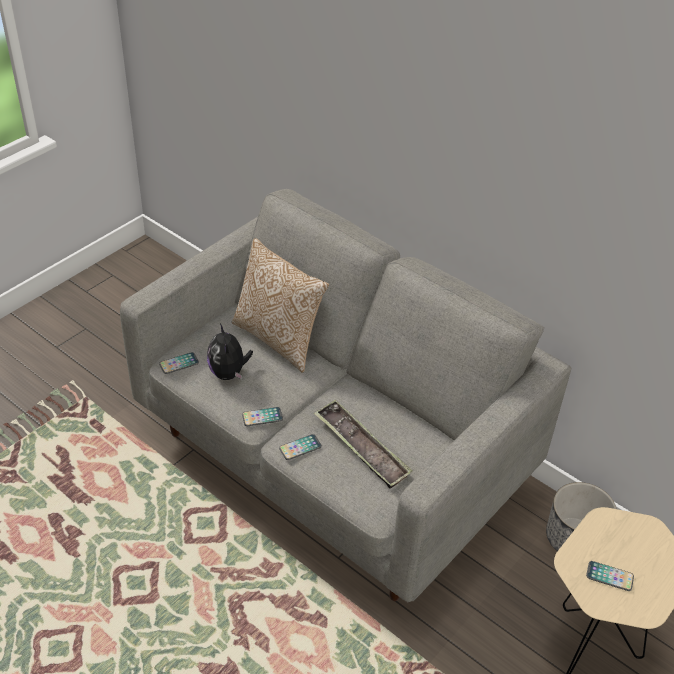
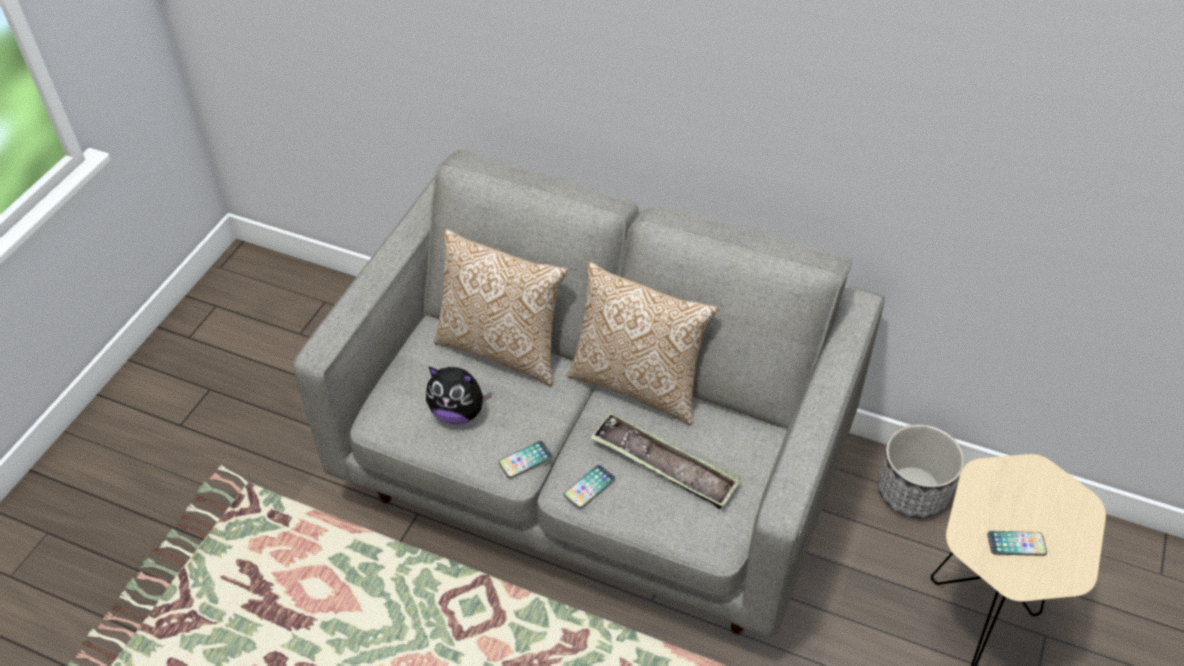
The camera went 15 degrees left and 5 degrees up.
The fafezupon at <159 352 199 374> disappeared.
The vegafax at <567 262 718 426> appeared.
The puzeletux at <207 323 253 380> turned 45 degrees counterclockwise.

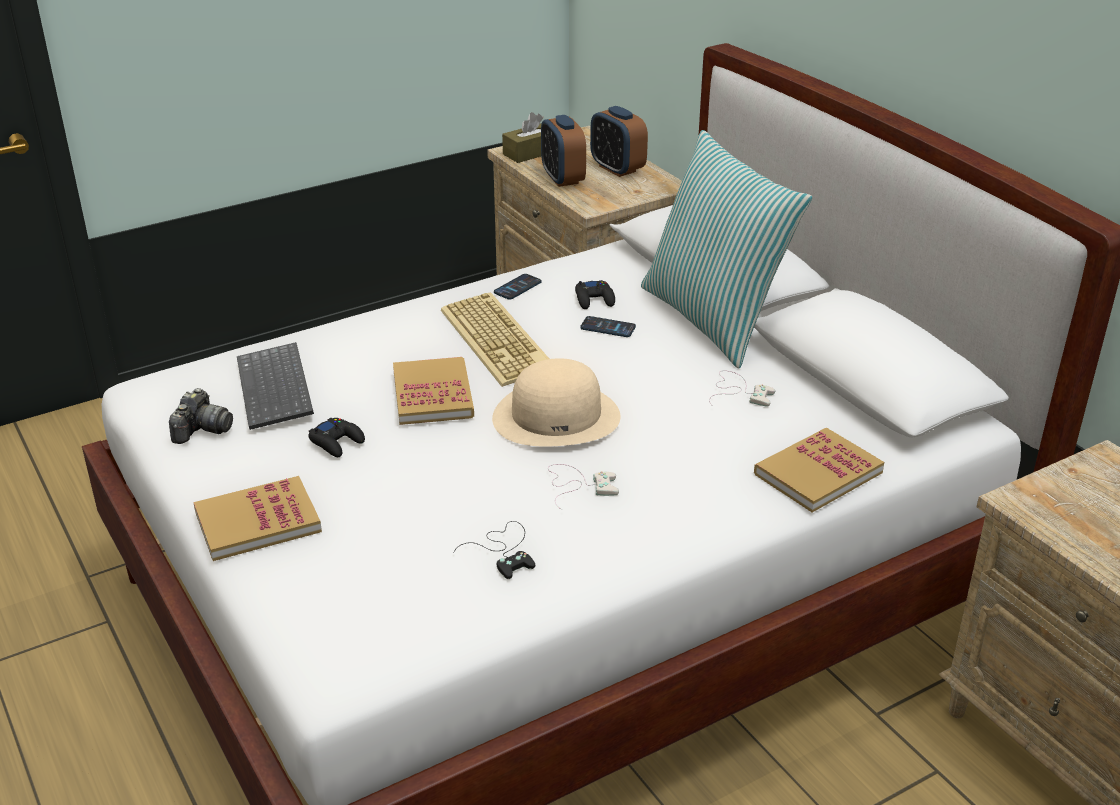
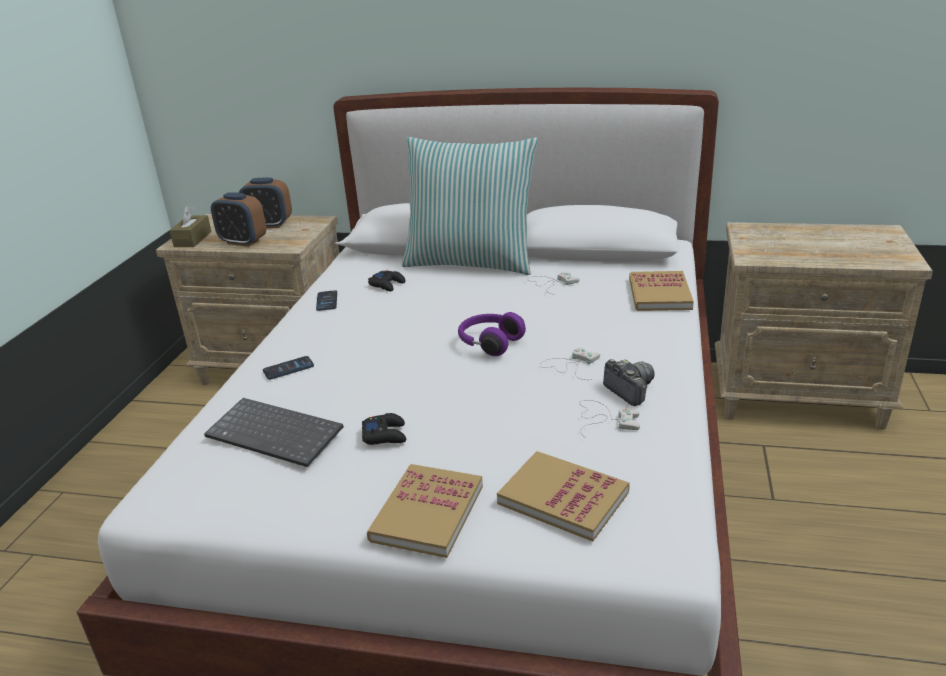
The camera went 45 degrees left and 5 degrees down.
The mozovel at <441 292 549 387> disappeared.
The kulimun moved from <169 388 233 444> to <603 359 655 406>.
The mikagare moved from <393 357 474 425> to <497 451 630 541>.
The fafezupon moved from <580 316 636 337> to <263 356 314 380>.
The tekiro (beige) at <492 358 621 447> was replaced by the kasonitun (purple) at <458 312 526 356>.
The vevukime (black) at <453 521 535 579> became the vevukime (white) at <581 400 640 438>.

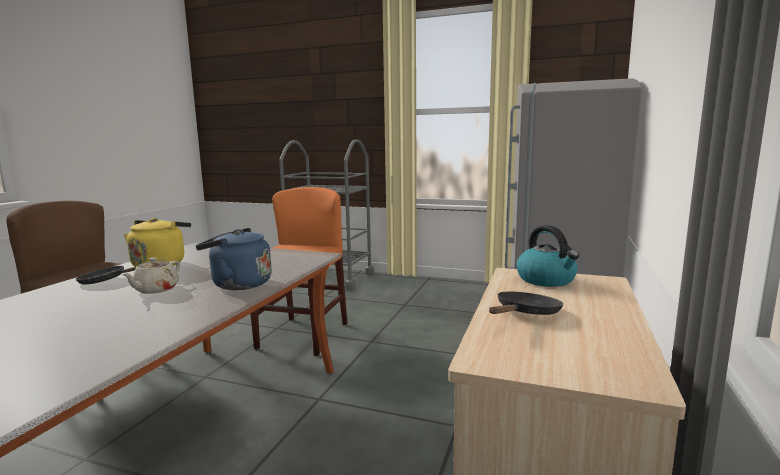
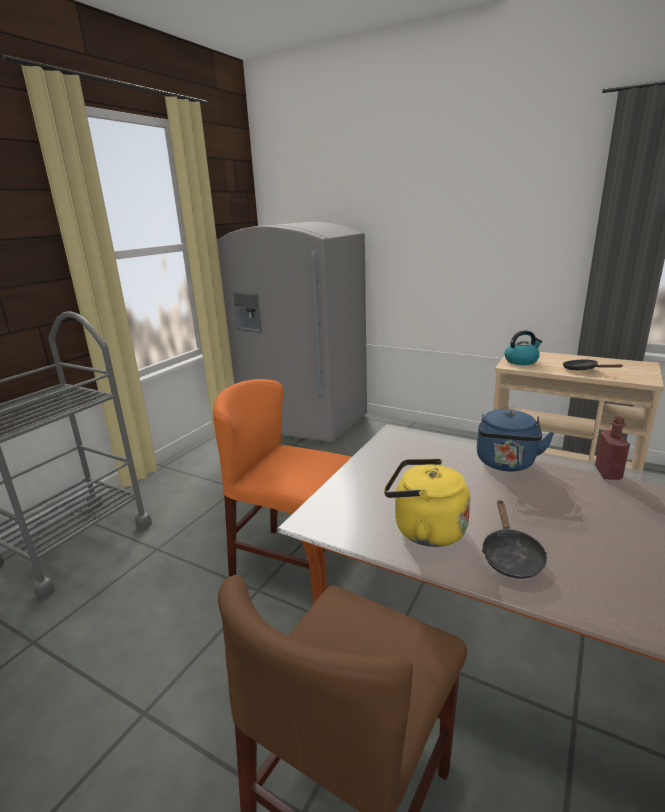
The camera went 80 degrees left and 10 degrees up.
The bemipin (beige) at <122 257 180 294> disappeared.
The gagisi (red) at <595 416 630 480> appeared.

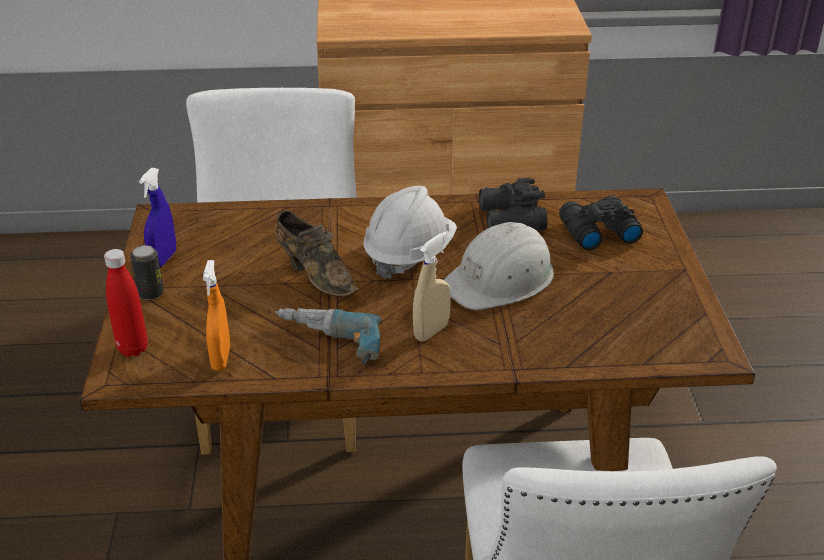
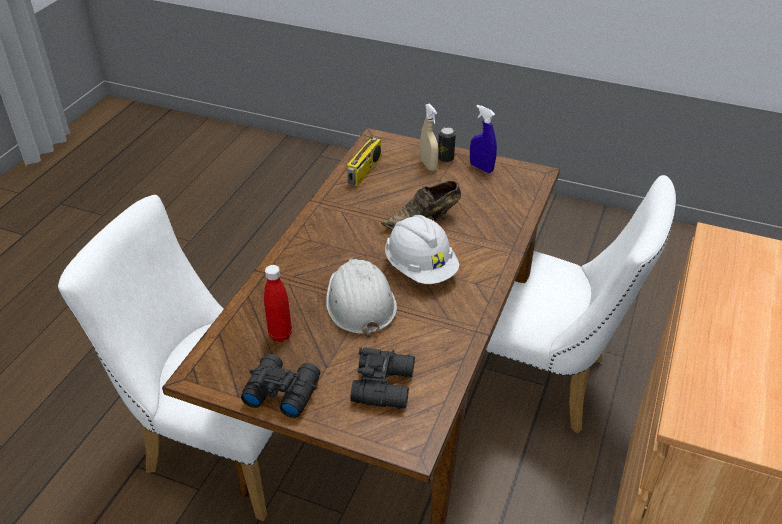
The camera went 115 degrees right and 5 degrees up.
The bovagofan at <275 308 381 365> disappeared.
The gagisi (red) moved from <104 249 148 357> to <264 265 292 342>.
The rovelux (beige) moved from <413 232 451 342> to <420 103 439 171>.
The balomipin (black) moved from <479 178 547 231> to <241 354 320 418>.
The rovelux (orange) at <203 260 230 371> was replaced by the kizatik at <347 130 381 186>.

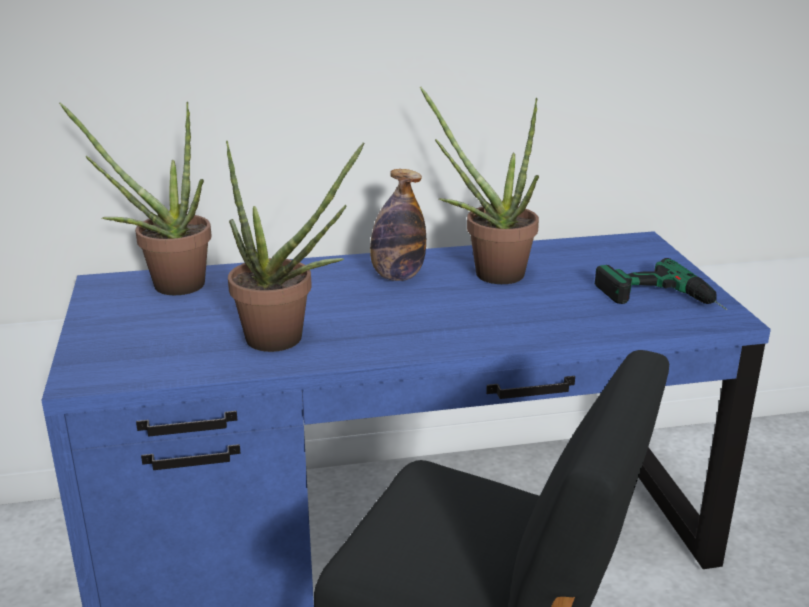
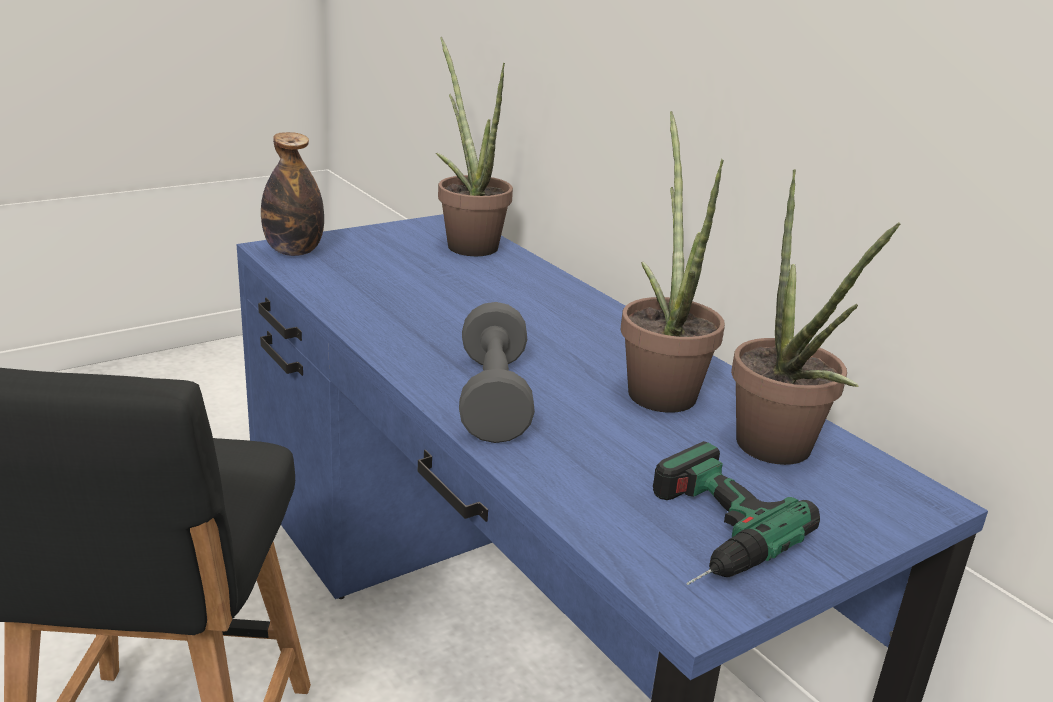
The camera went 65 degrees right and 0 degrees up.
The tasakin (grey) at <459 302 535 443> appeared.
The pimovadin moved from <226 141 364 352> to <731 169 900 465>.
The gagisi moved from <370 169 426 281> to <261 132 324 256>.

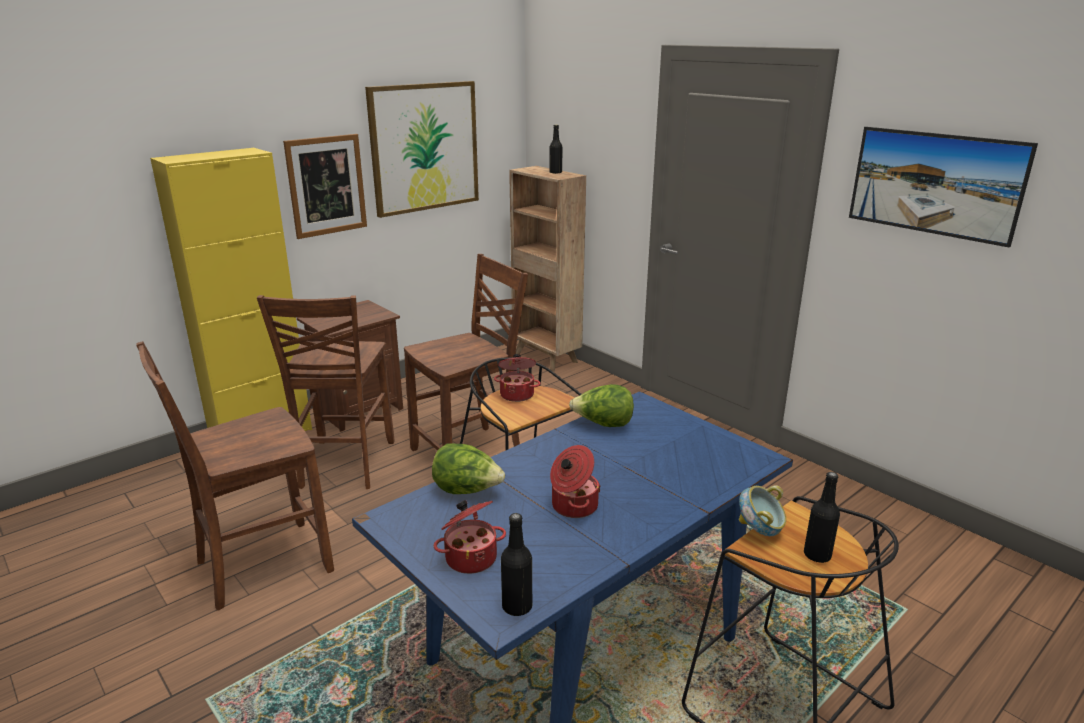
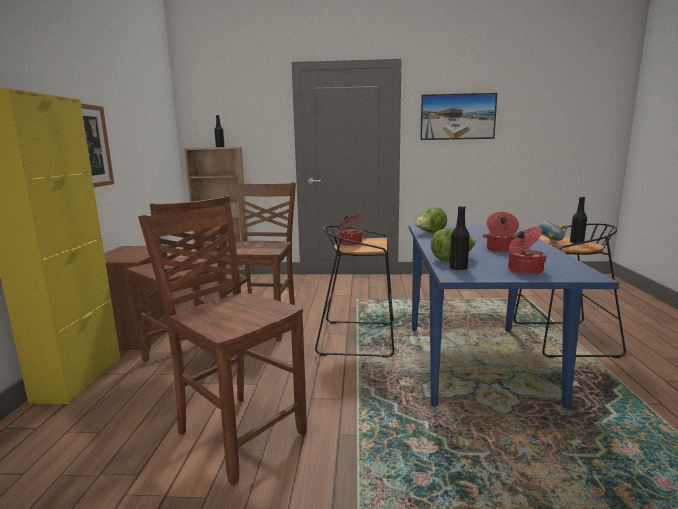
The camera went 45 degrees left and 10 degrees down.
The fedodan at <365 81 479 218> disappeared.
The gagisi (black) moved from <501 513 532 616> to <450 206 470 271>.
The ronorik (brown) at <136 341 334 611> turned 120 degrees clockwise.

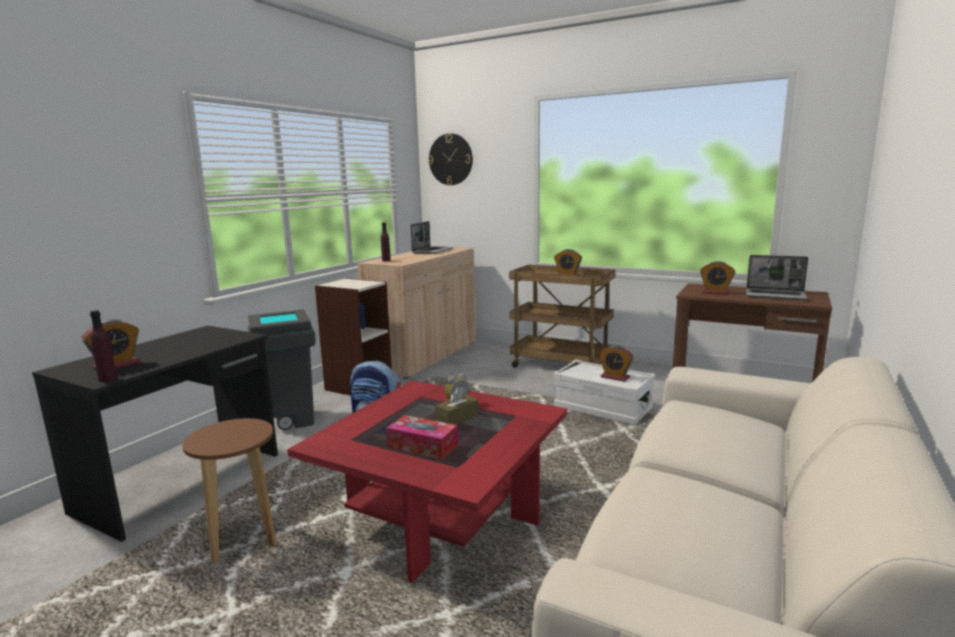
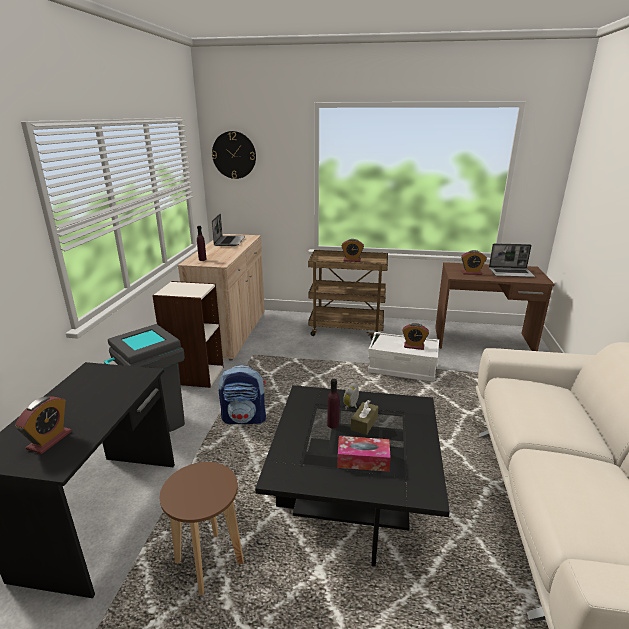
The camera went 20 degrees left and 10 degrees up.
The gagisi (purple) moved from <90 310 117 382> to <327 379 340 429>.
The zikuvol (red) at <287 380 567 583> became the zikuvol (black) at <255 385 450 567>.

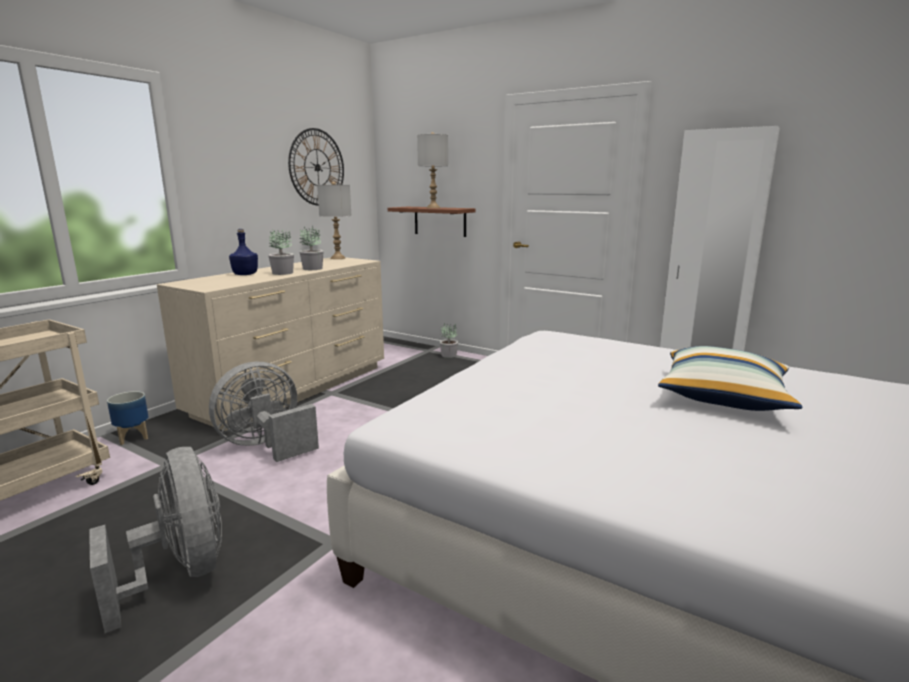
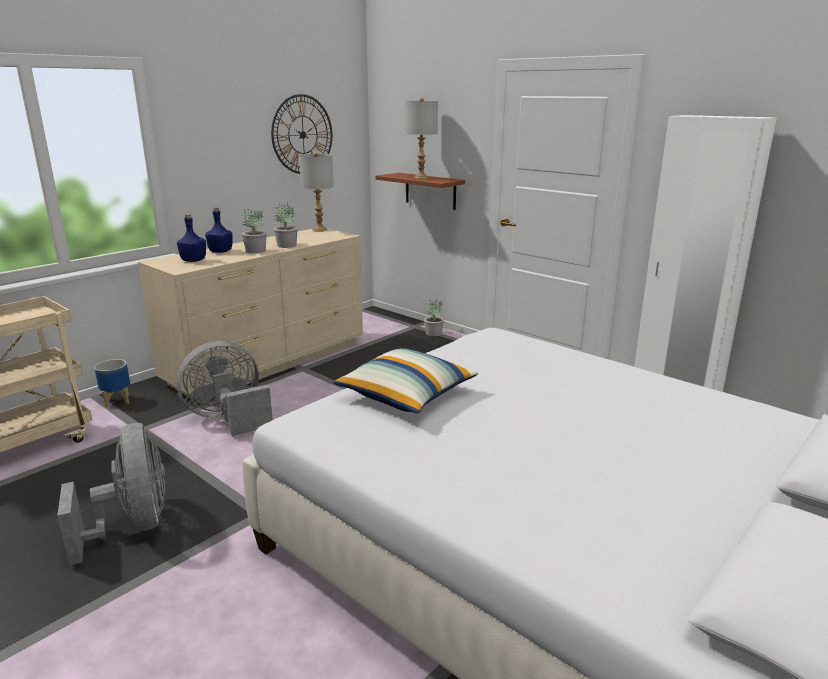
The camera went 10 degrees right and 5 degrees up.
The gagisi (blue) at <177 214 206 262> appeared.
The vegafax moved from <658 346 802 411> to <333 348 478 413>.

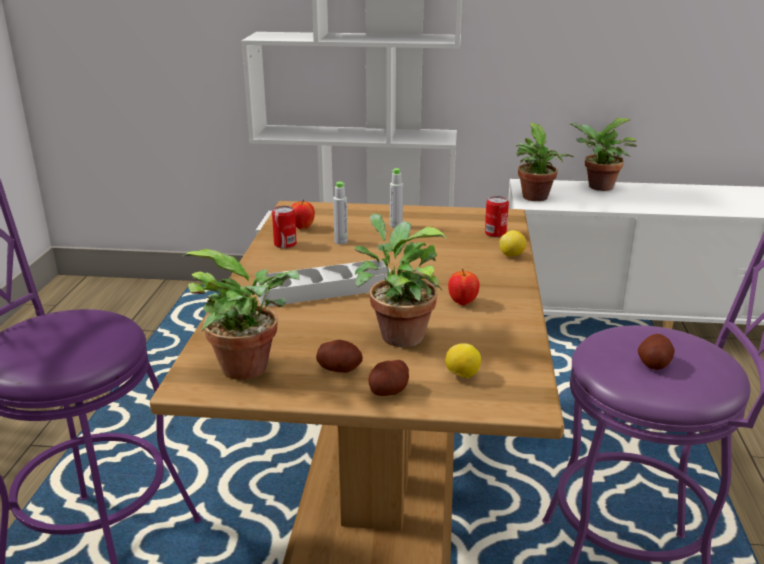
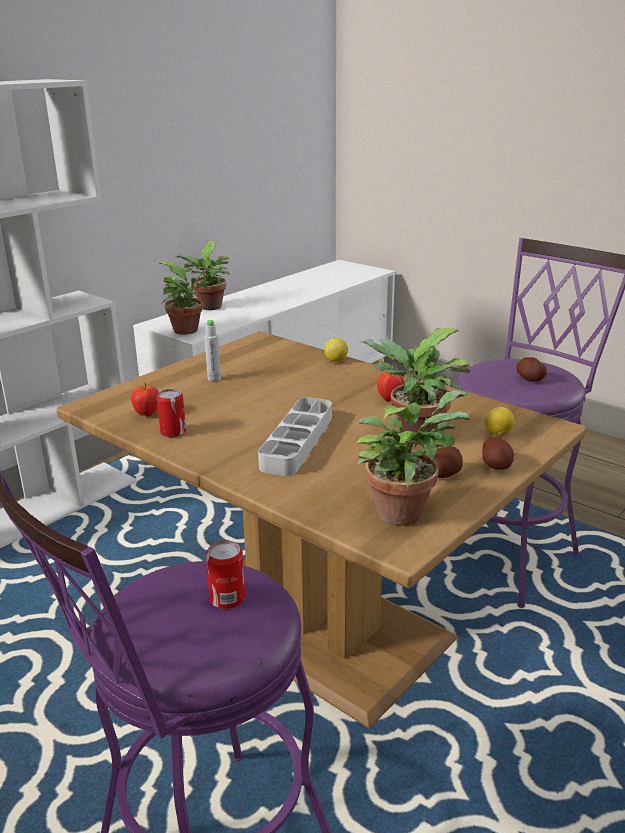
The camera went 55 degrees left and 0 degrees up.
The gagisi (grey) at <333 182 348 244> disappeared.
The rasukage moved from <485 196 509 238> to <206 540 245 609>.

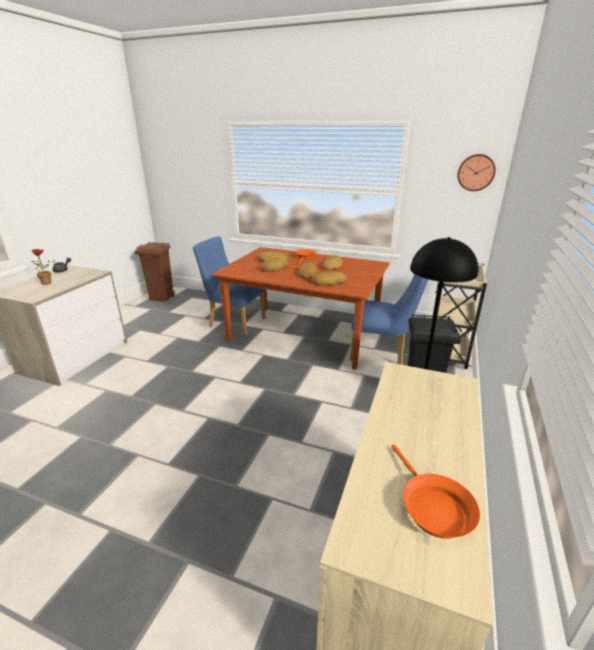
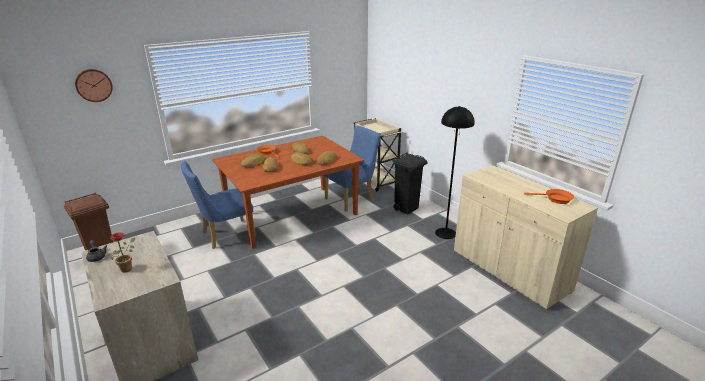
The camera went 55 degrees left and 0 degrees up.
The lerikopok moved from <458 154 496 191> to <75 69 113 102>.

